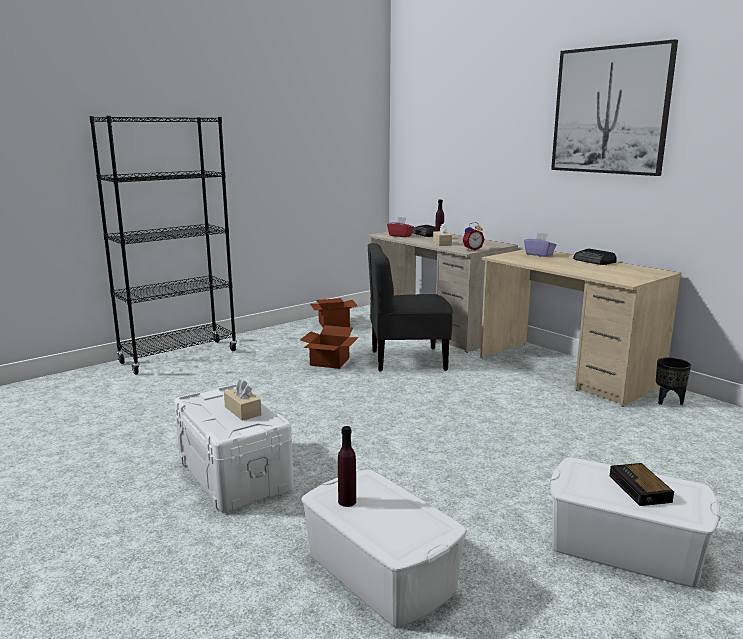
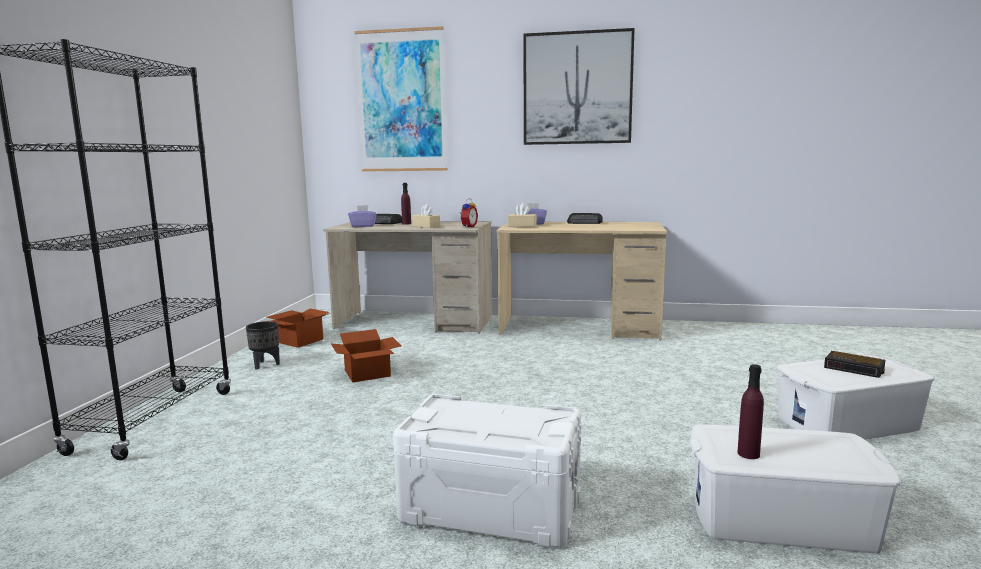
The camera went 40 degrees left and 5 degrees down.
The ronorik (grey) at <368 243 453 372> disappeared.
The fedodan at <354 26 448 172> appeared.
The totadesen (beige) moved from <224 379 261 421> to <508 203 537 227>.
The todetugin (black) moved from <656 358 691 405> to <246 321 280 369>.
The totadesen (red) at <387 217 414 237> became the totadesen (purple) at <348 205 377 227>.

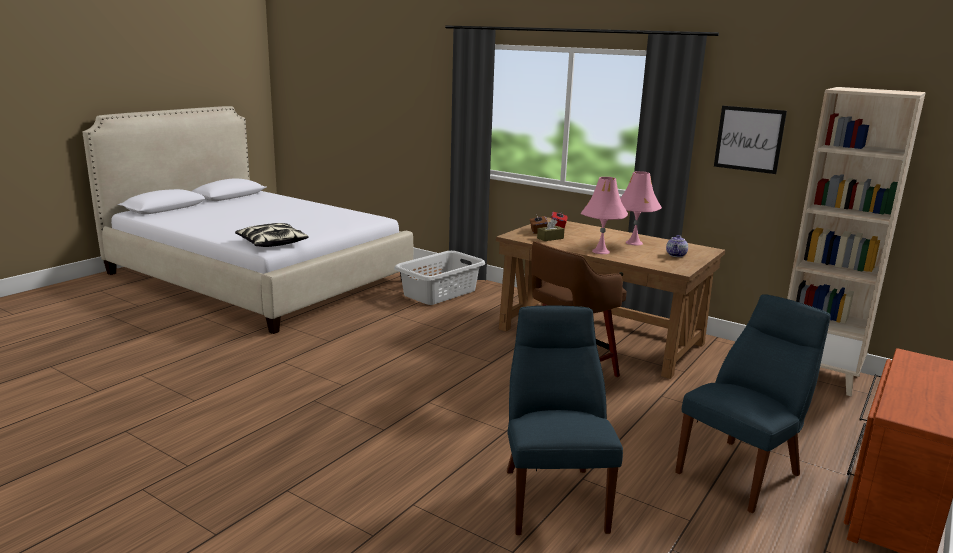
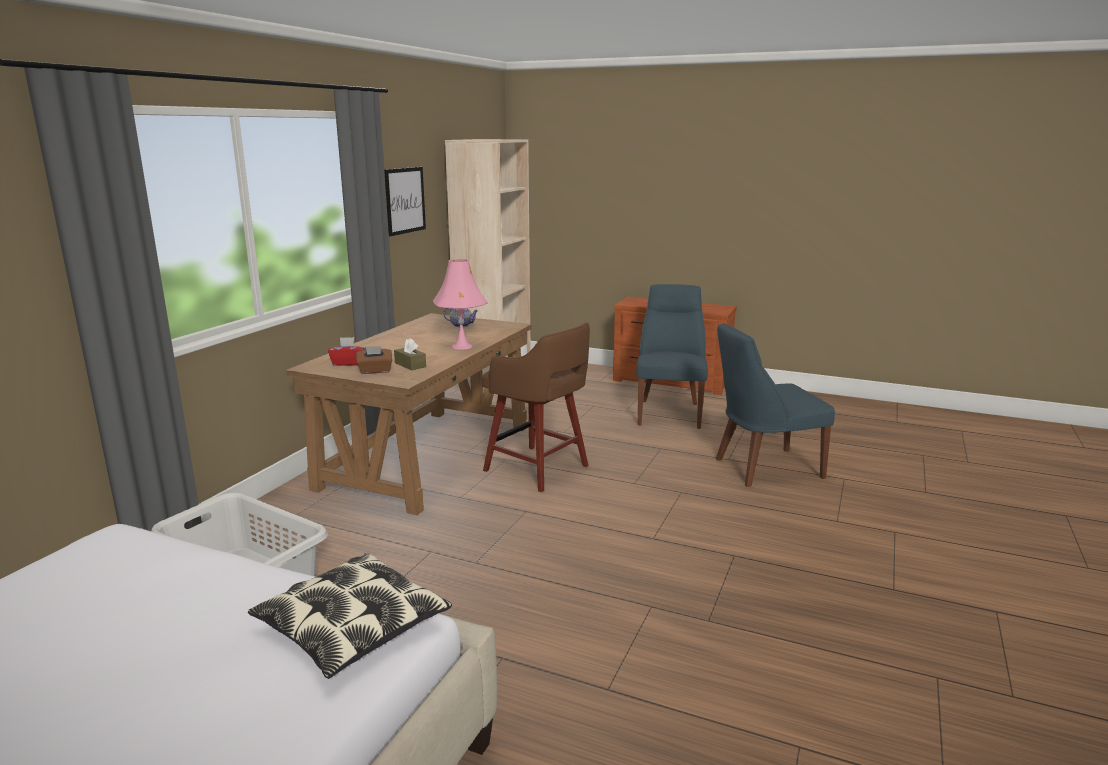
The camera went 100 degrees left and 0 degrees up.
The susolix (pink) at <620 171 662 245> disappeared.
The ronorik (blue) at <675 294 830 513> turned 60 degrees clockwise.

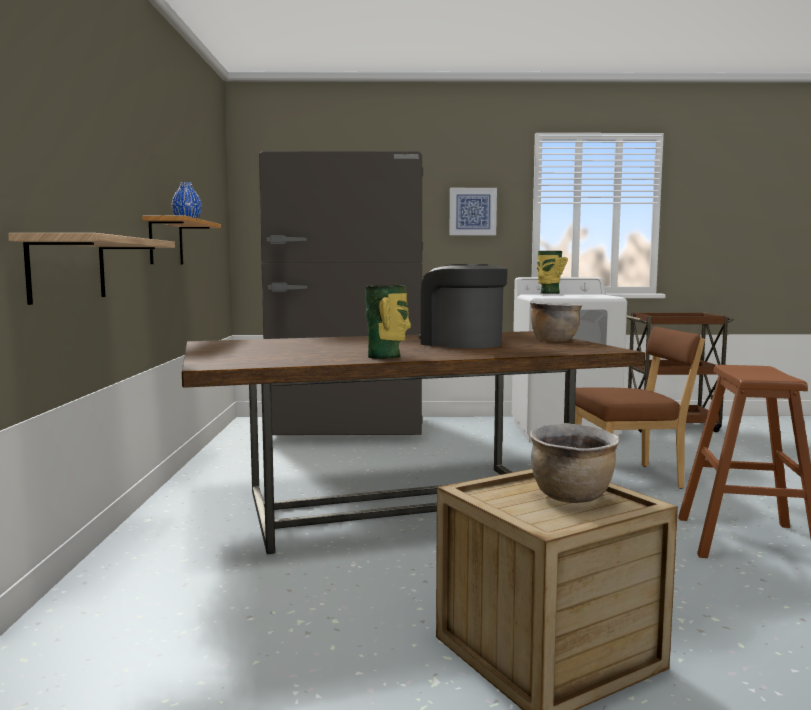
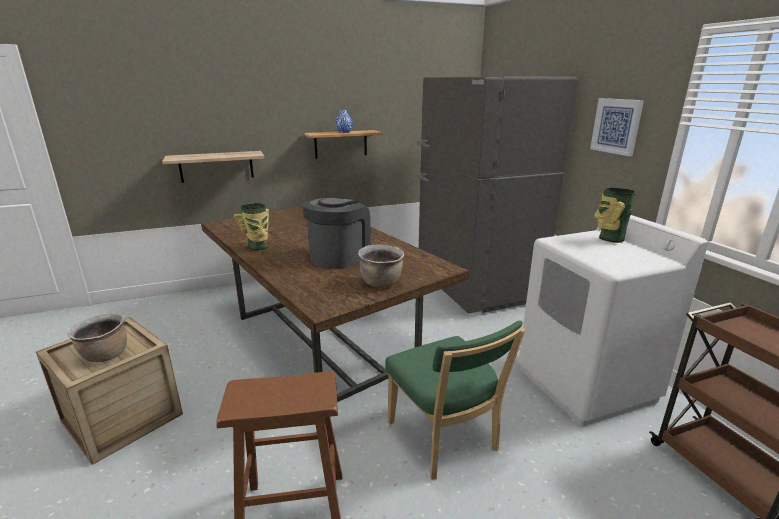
The camera went 70 degrees right and 15 degrees up.
The ronorik (brown) at <575 327 705 489> became the ronorik (green) at <385 321 525 480>.

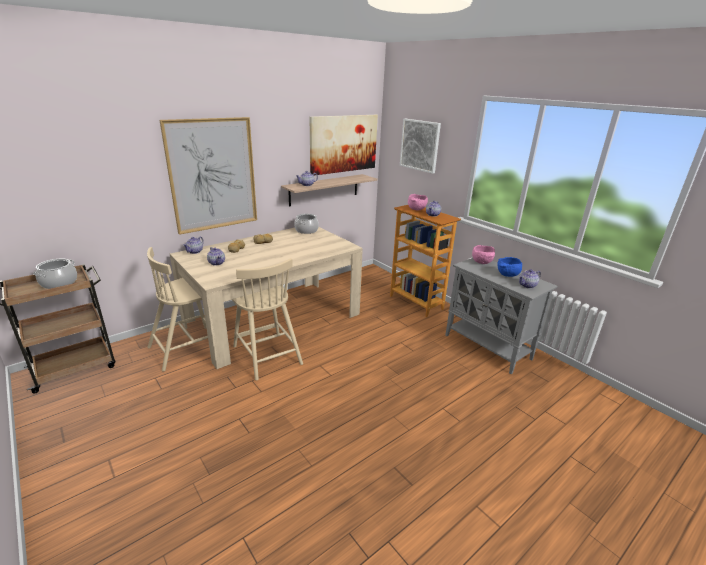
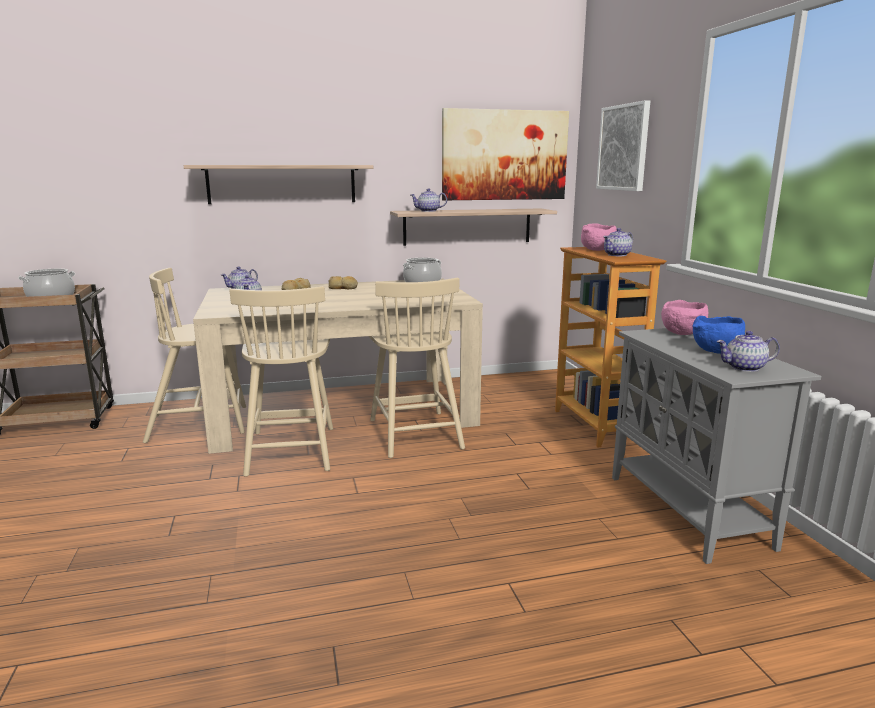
The camera went 25 degrees right and 10 degrees down.
The ronorik (beige) at <369 278 465 458> appeared.
The fedodan at <159 117 257 235> was replaced by the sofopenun at <183 165 373 204>.

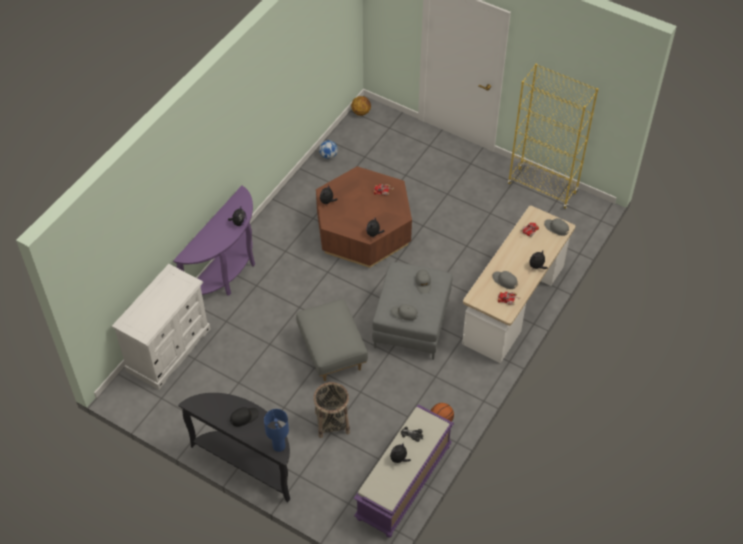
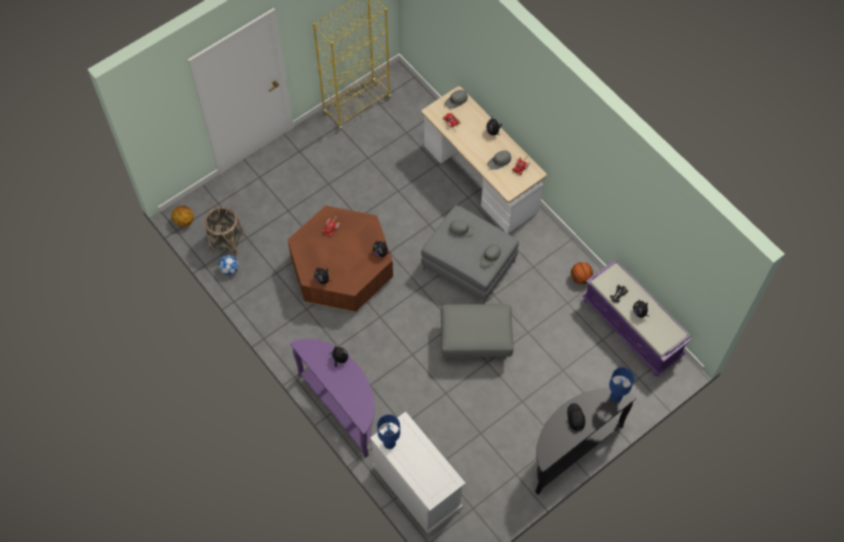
The camera went 70 degrees left and 10 degrees up.
The susolix (blue) at <377 414 400 449> appeared.
The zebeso moved from <313 382 350 438> to <205 206 244 256>.

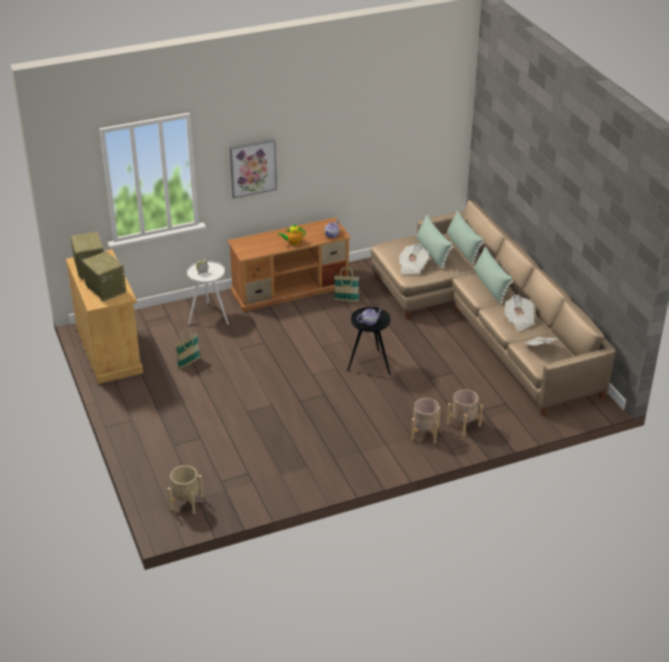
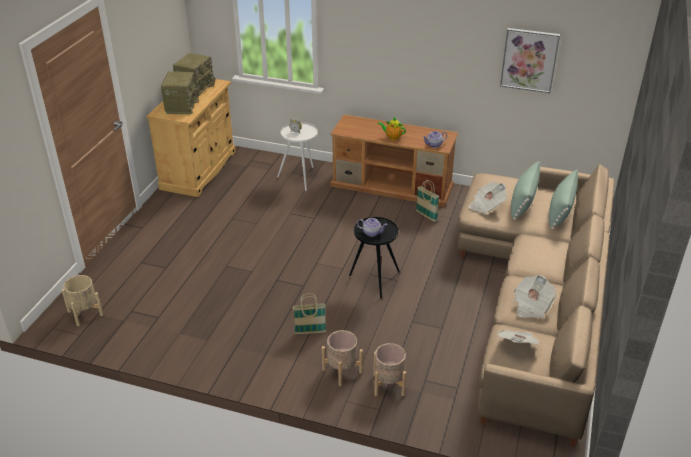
The camera went 40 degrees right and 0 degrees up.
The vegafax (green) at <474 247 513 303> disappeared.
The zebeso moved from <176 328 200 369> to <293 293 326 334>.
The fedodan moved from <230 139 277 198> to <500 28 560 93>.

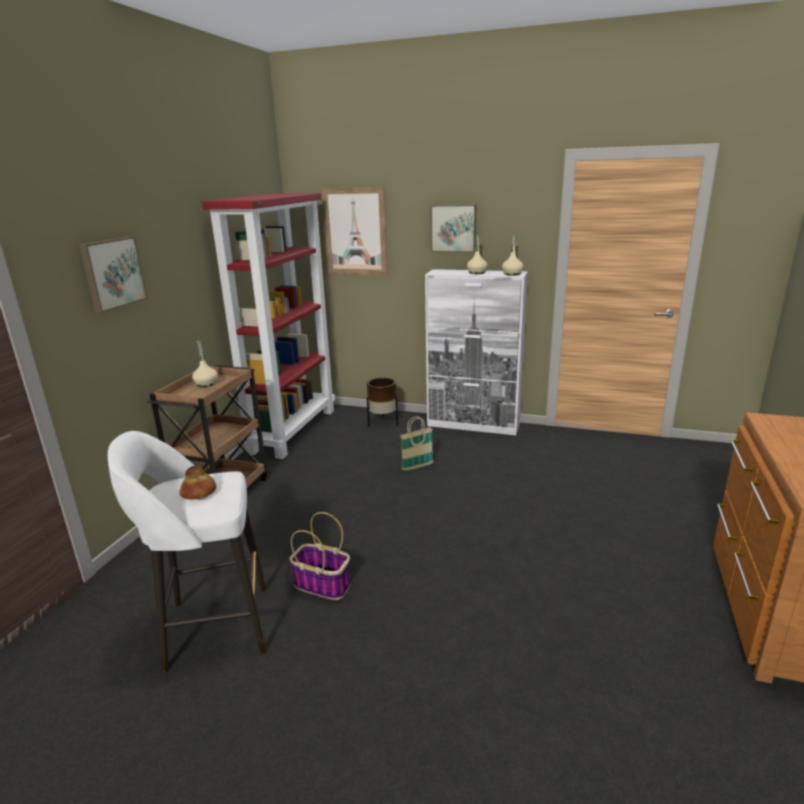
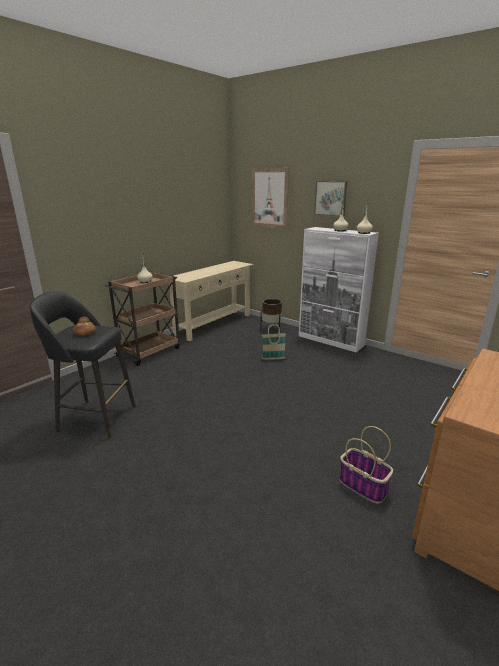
The camera went 20 degrees right and 0 degrees up.
The fedodan at <79 237 148 313> disappeared.
The zebeso moved from <289 512 351 600> to <339 426 393 504>.
The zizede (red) at <202 193 335 459> was replaced by the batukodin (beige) at <169 261 254 341>.
The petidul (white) at <108 431 267 672> became the petidul (black) at <29 291 136 438>.

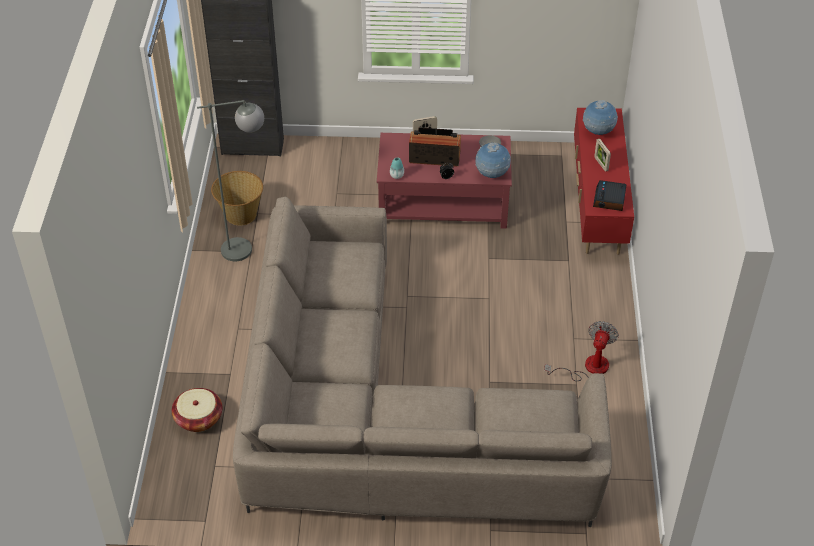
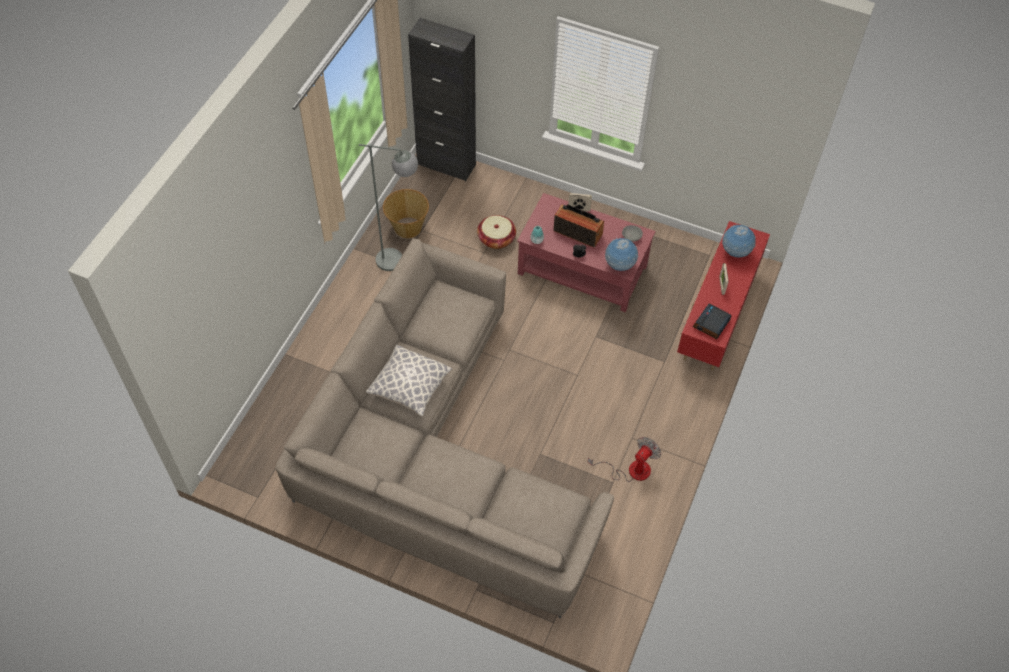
The camera went 20 degrees right and 10 degrees up.
The vegafax at <366 345 452 417> appeared.
The zebeso moved from <172 388 223 432> to <477 215 516 249>.

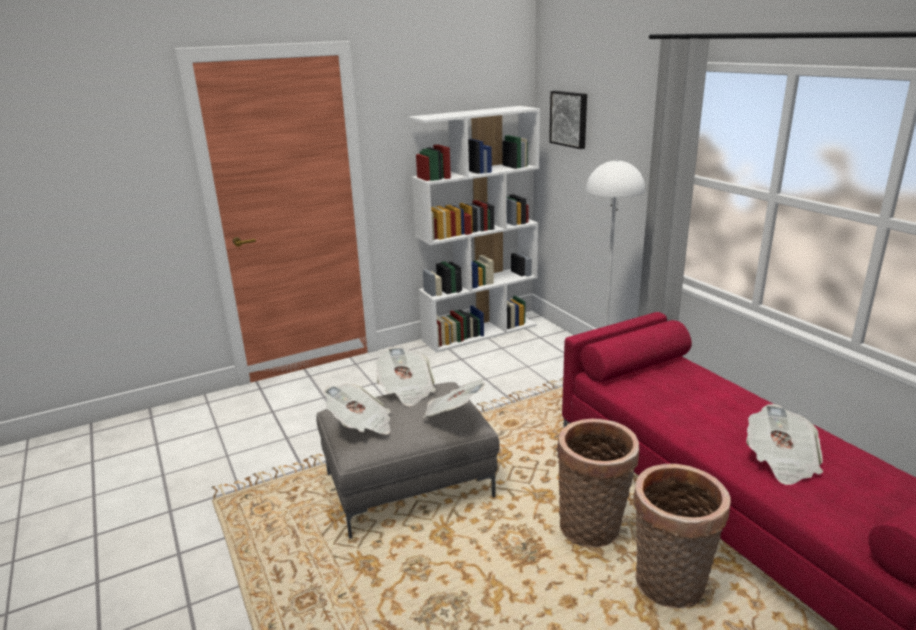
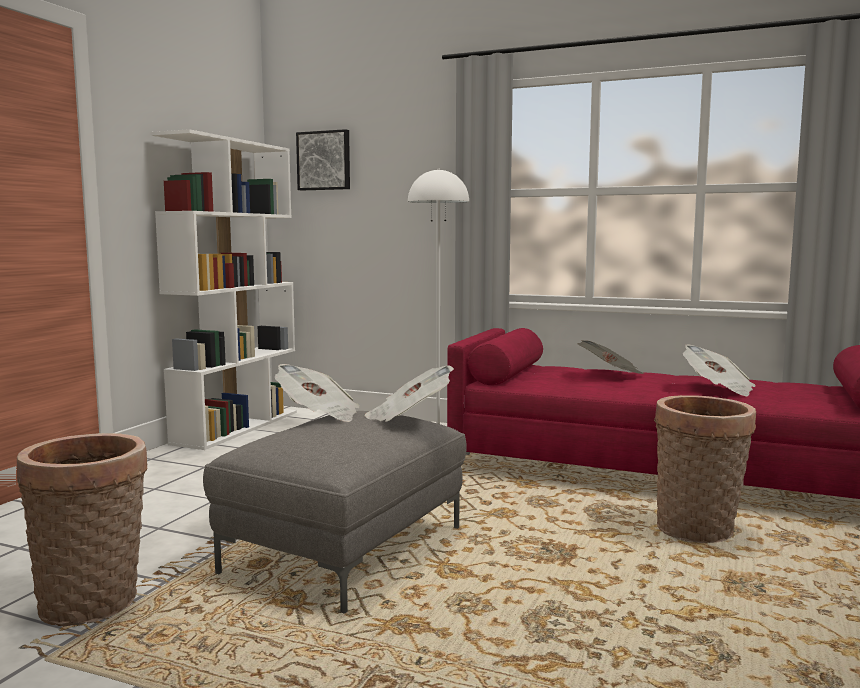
The camera went 40 degrees left and 15 degrees down.
The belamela moved from <324 384 391 435> to <578 340 644 374>.
The zebeso moved from <557 419 639 548> to <17 433 148 626>.

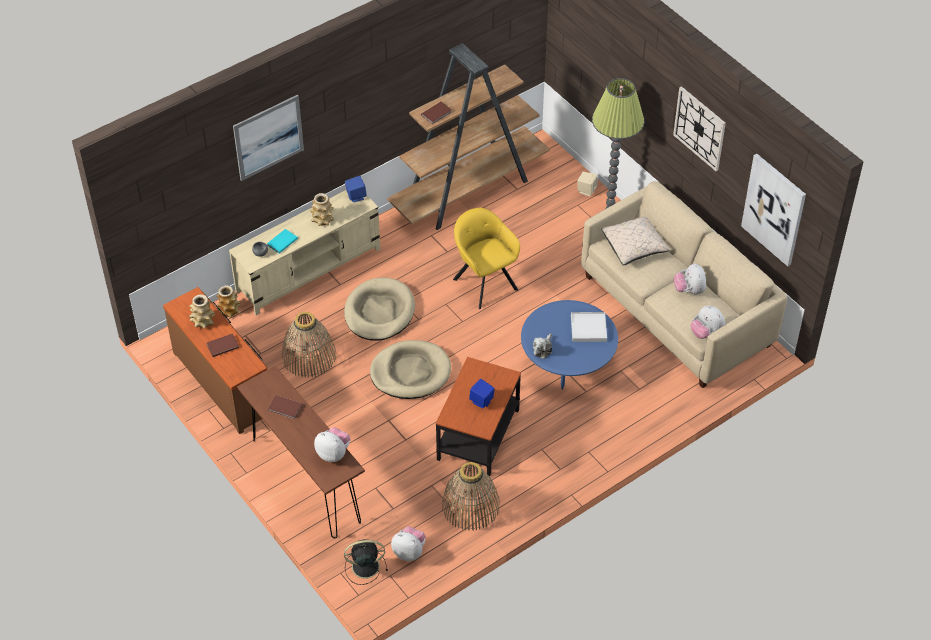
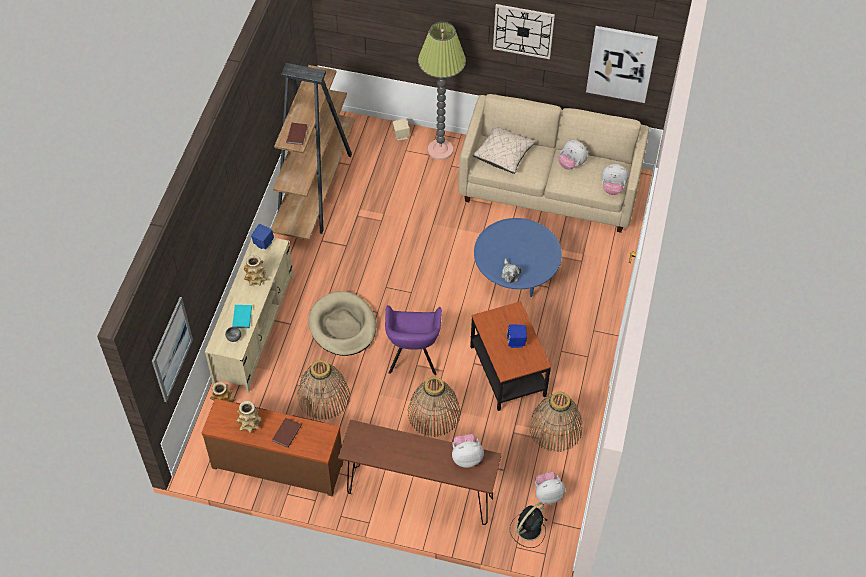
The camera went 40 degrees left and 5 degrees up.
The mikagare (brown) at <268 395 303 419> disappeared.
The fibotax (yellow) at <453 208 520 309> disappeared.
The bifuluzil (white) at <571 312 607 342> disappeared.
The zebeso at <408 377 460 437> appeared.
The fedodan moved from <233 95 304 181> to <152 297 193 402>.
The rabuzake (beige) at <370 340 451 399> was replaced by the fibotax (purple) at <385 305 442 375>.

